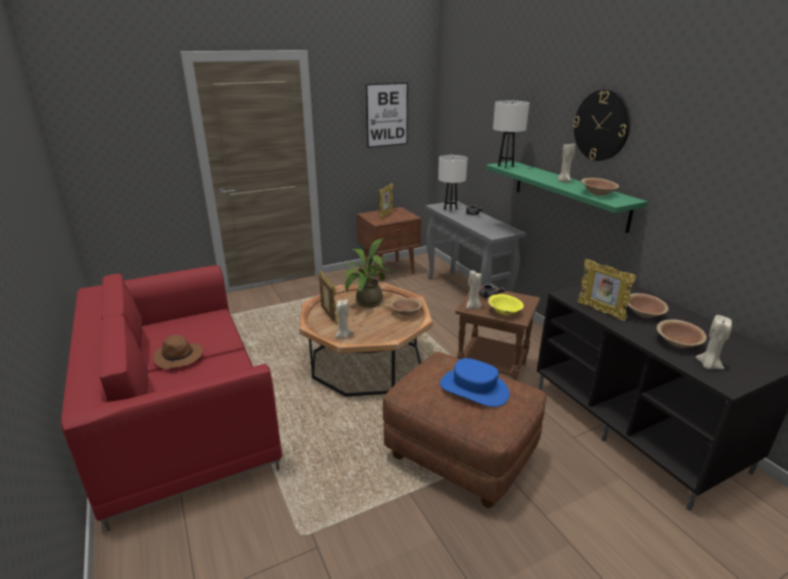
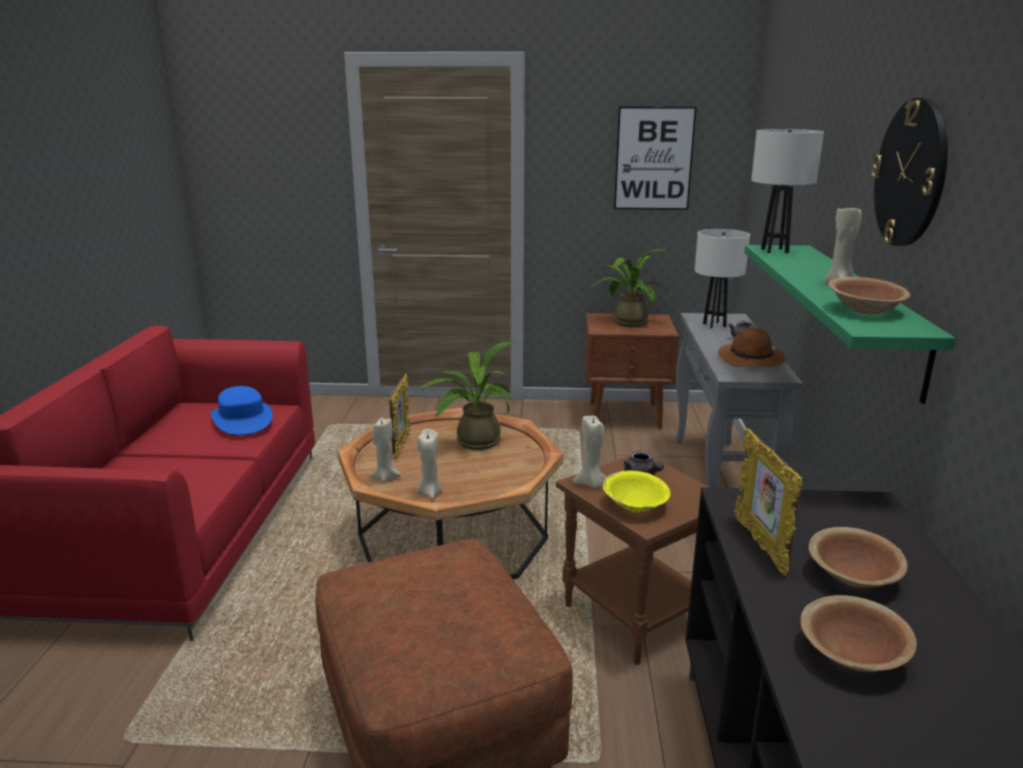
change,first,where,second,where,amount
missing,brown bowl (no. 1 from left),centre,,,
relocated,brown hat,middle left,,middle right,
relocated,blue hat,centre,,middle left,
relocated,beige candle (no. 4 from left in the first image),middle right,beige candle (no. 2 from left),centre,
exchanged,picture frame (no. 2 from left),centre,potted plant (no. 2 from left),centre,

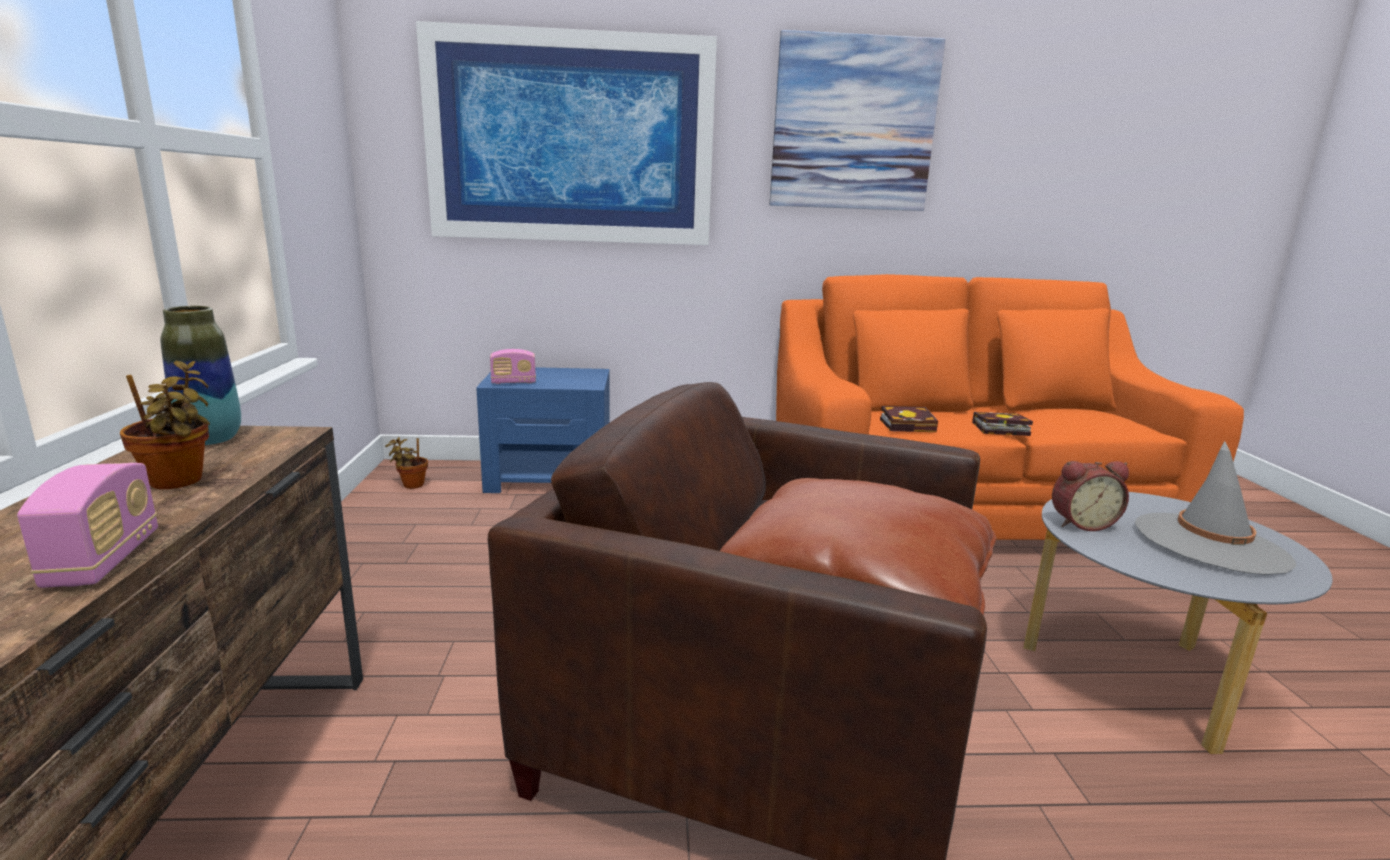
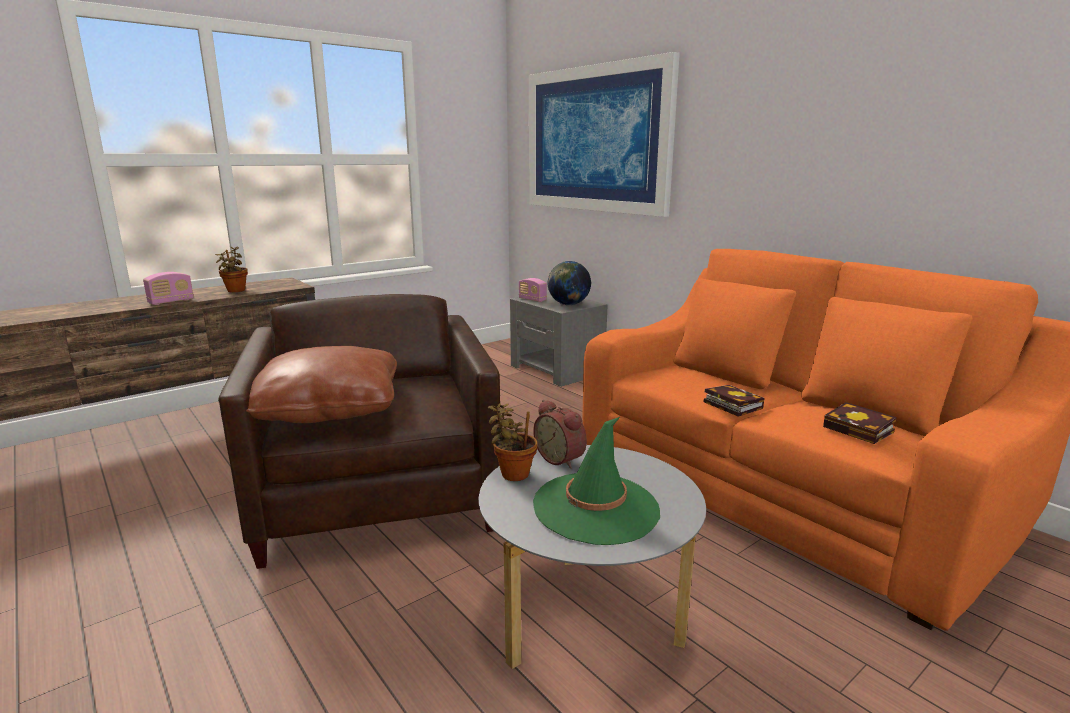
change,first,where,second,where,amount
missing,vase,middle left,,,
missing,picture (no. 2 from left),top centre,,,
appeared,,,globe,centre,
relocated,potted plant (no. 2 from left),middle left,,centre,
relocated,book (no. 1 from left in the first image),centre,book (no. 2 from left),middle right,
colour,blue nightstand,centre,grey nightstand,centre,
colour,grey hat,middle right,green hat,bottom centre,

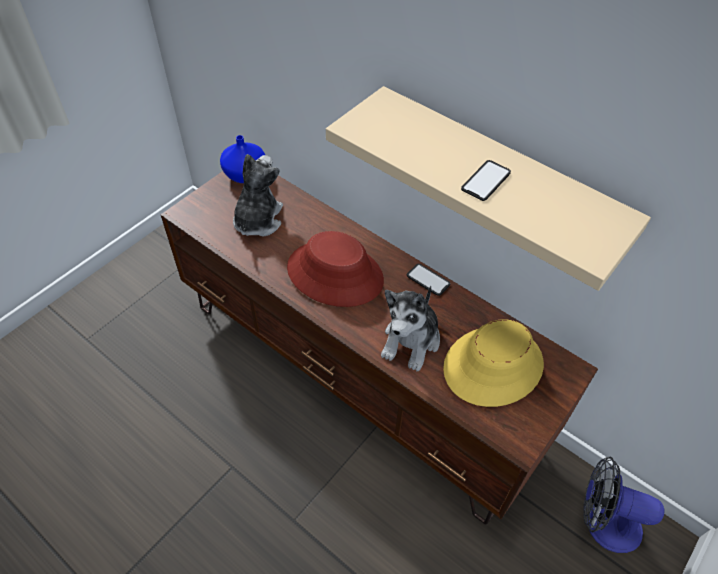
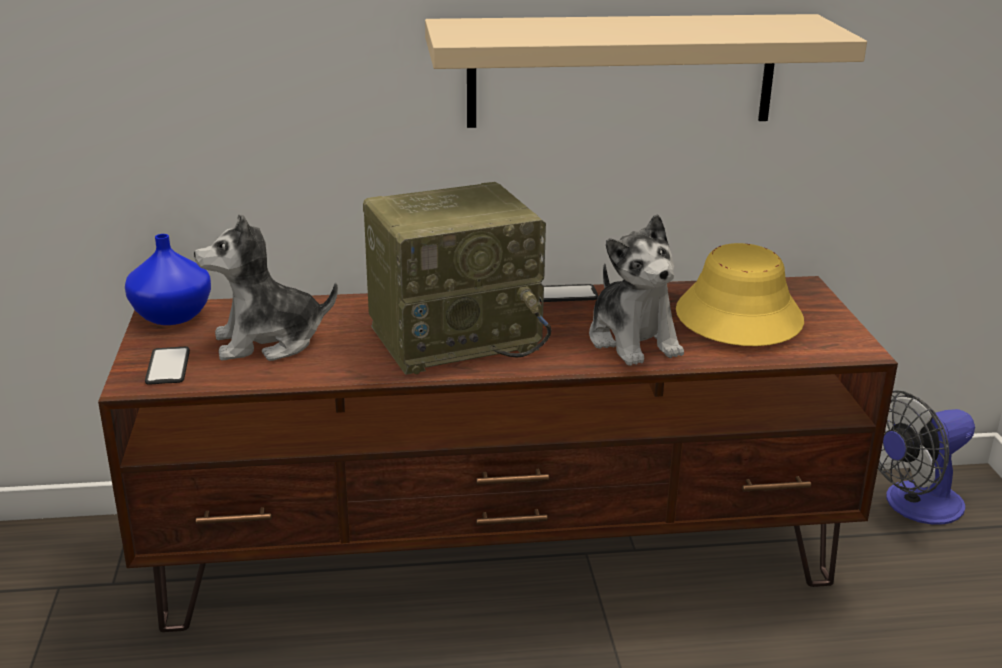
change,first,where,second,where,amount
relocated,phone (no. 2 from left in the first image),top right,phone (no. 1 from left),middle left,
exchanged,red hat,centre,radio,centre,
spun,plush toy (no. 1 from left),centre,,middle left,75 degrees counterclockwise

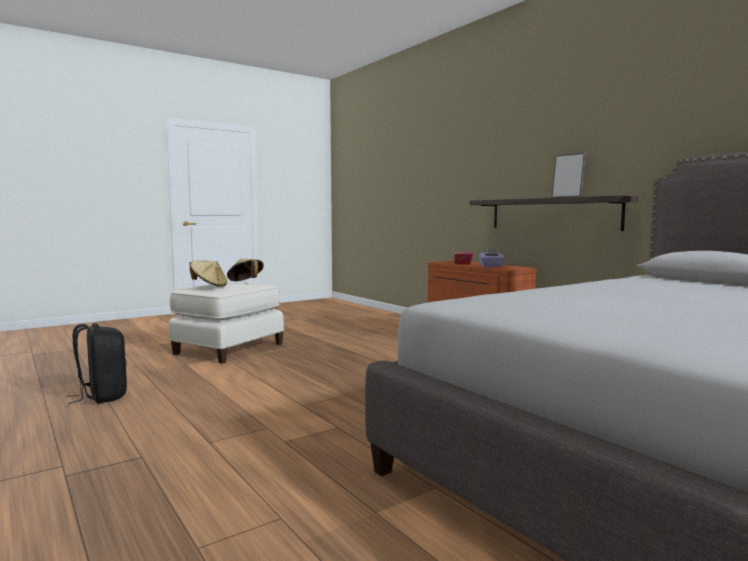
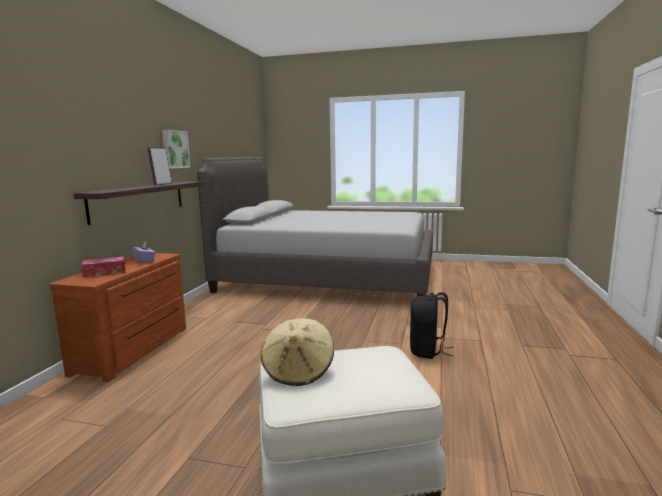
change,first,where,second,where,amount
missing,beige hat (no. 1 from left),middle left,,,
appeared,,,picture,top left,
relocated,black backpack,middle left,,centre,

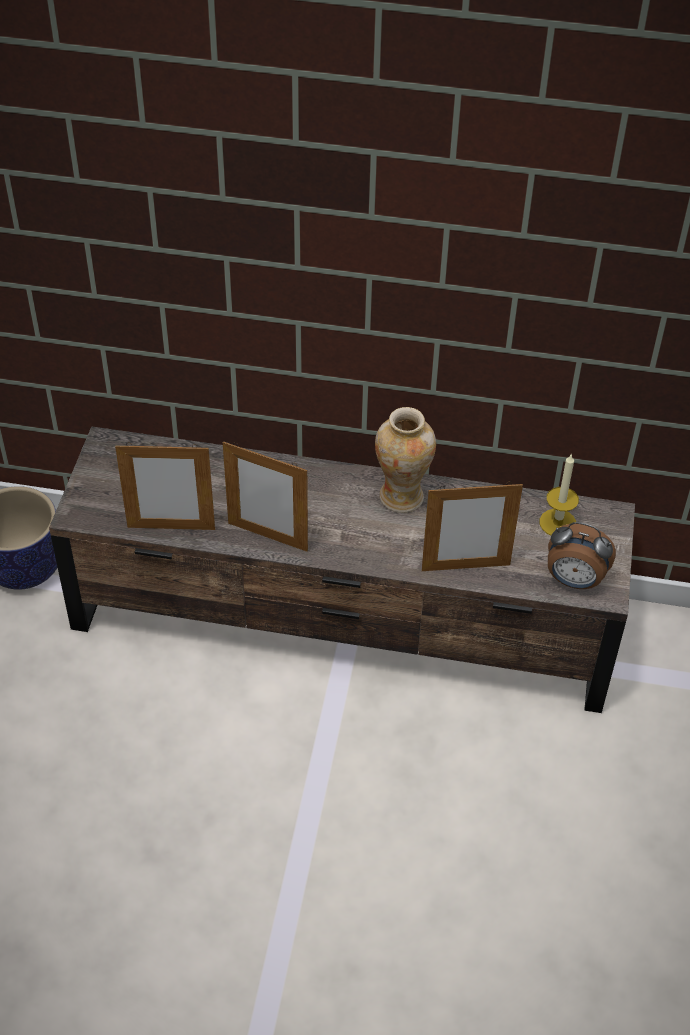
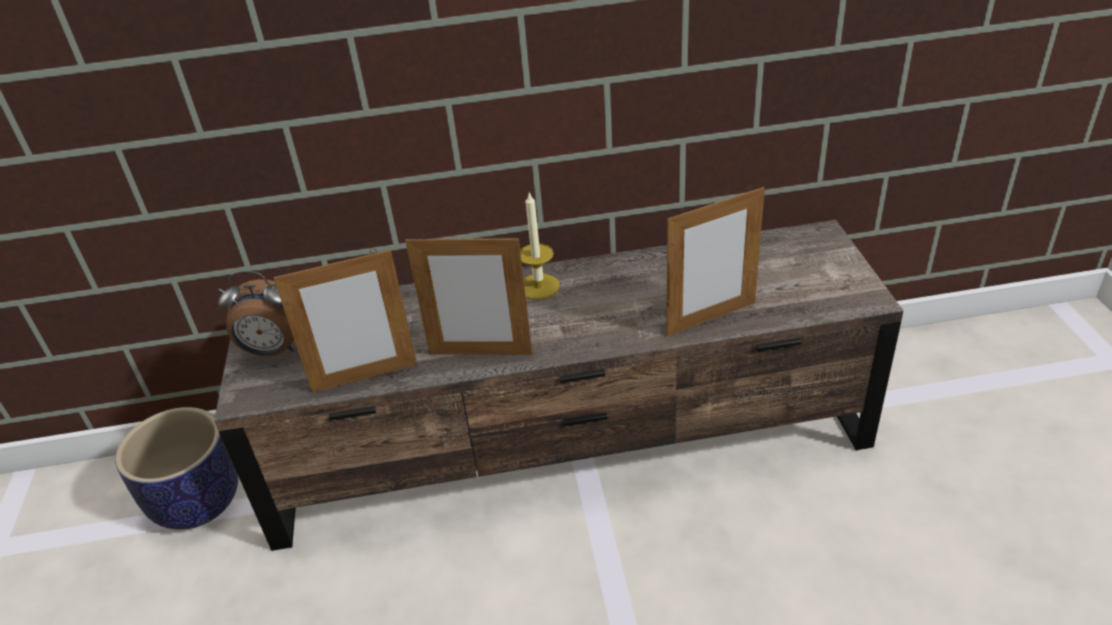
change,first,where,second,where,amount
missing,vase,centre,,,
relocated,candle,middle right,,centre,
relocated,alarm clock,middle right,,middle left,

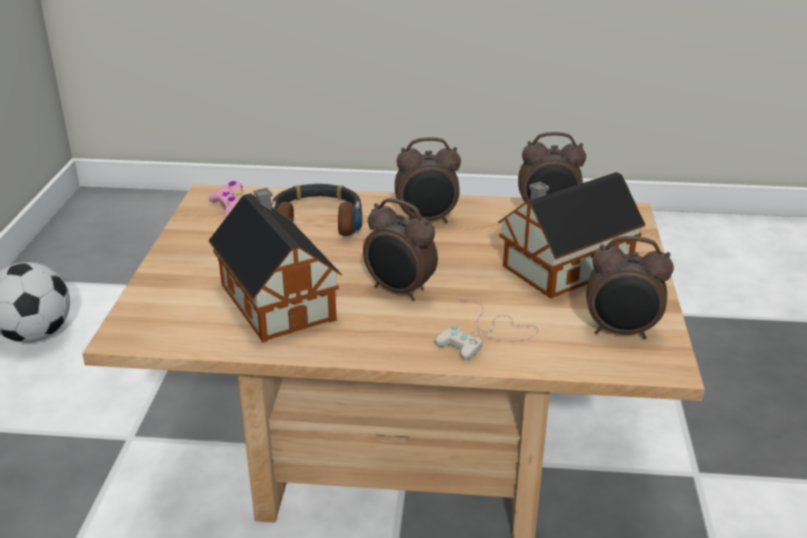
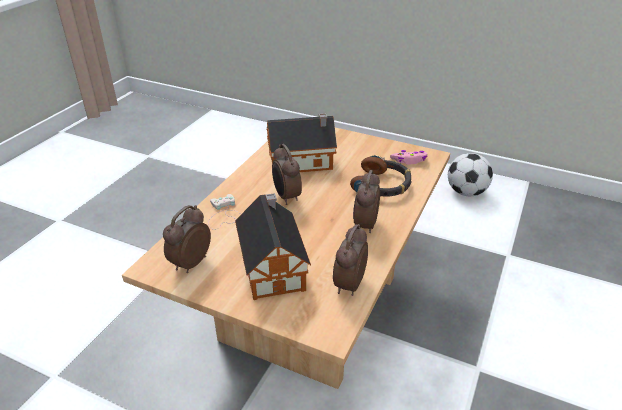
change,first,where,second,where,amount
spun,alarm clock (no. 1 from left in the first image),centre,alarm clock (no. 2 from left),centre,75 degrees counterclockwise

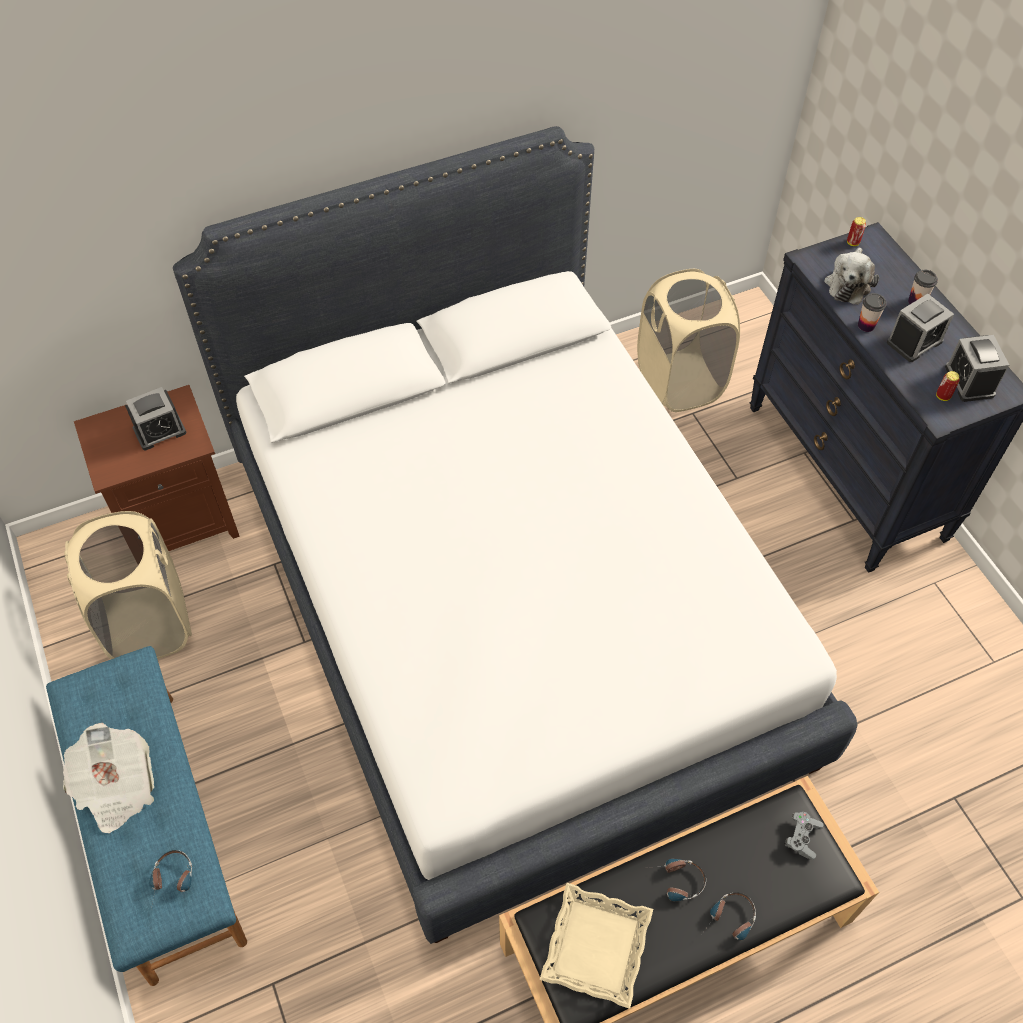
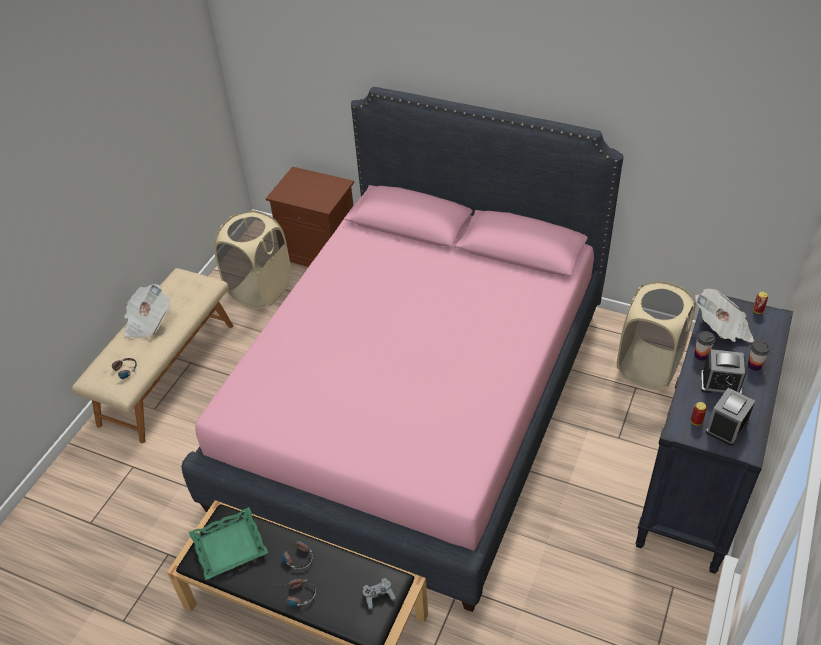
change,first,where,second,where,amount
missing,alarm clock (no. 1 from left),middle left,,,
exchanged,plush toy,top right,newspaper (no. 2 from left),middle right,
colour,blue bench,bottom left,beige bench,middle left,
colour,white bed,centre,pink bed,centre,
colour,beige tray,bottom centre,green tray,bottom left,

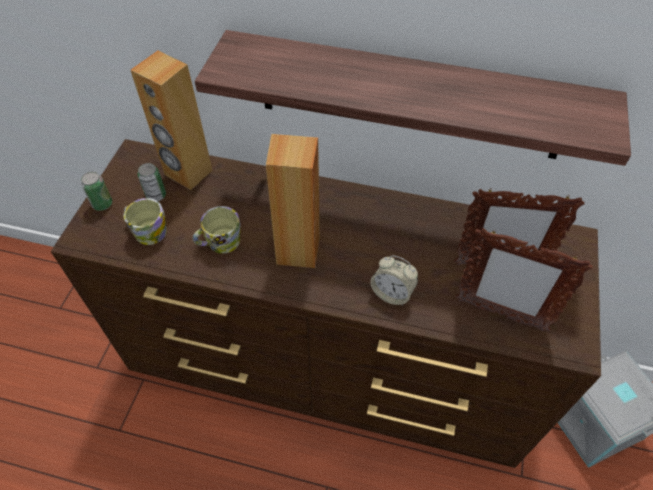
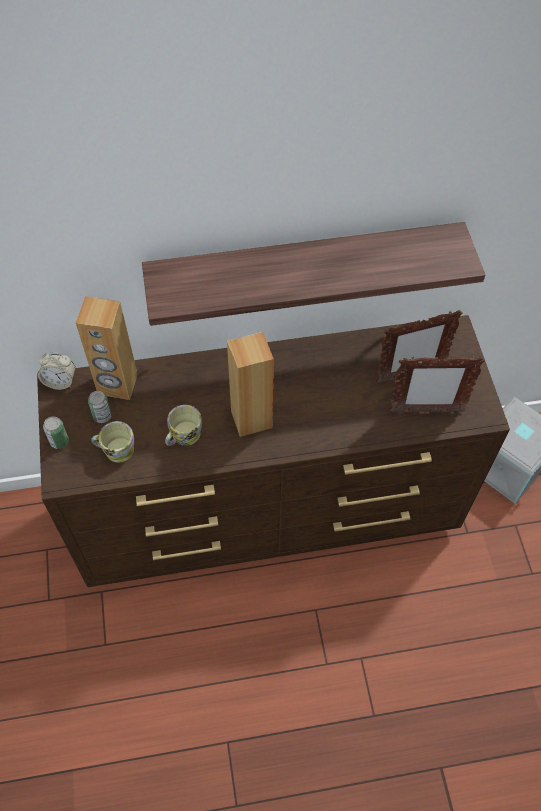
change,first,where,second,where,amount
relocated,alarm clock,centre,,middle left,

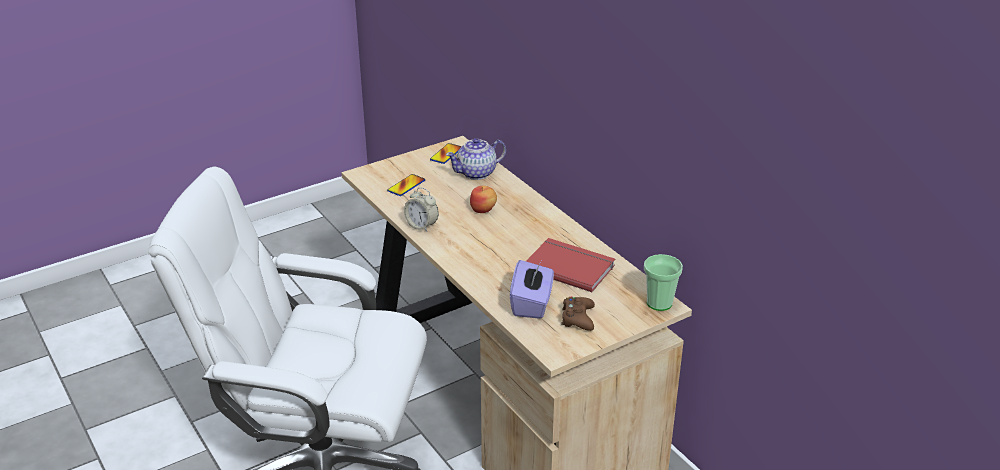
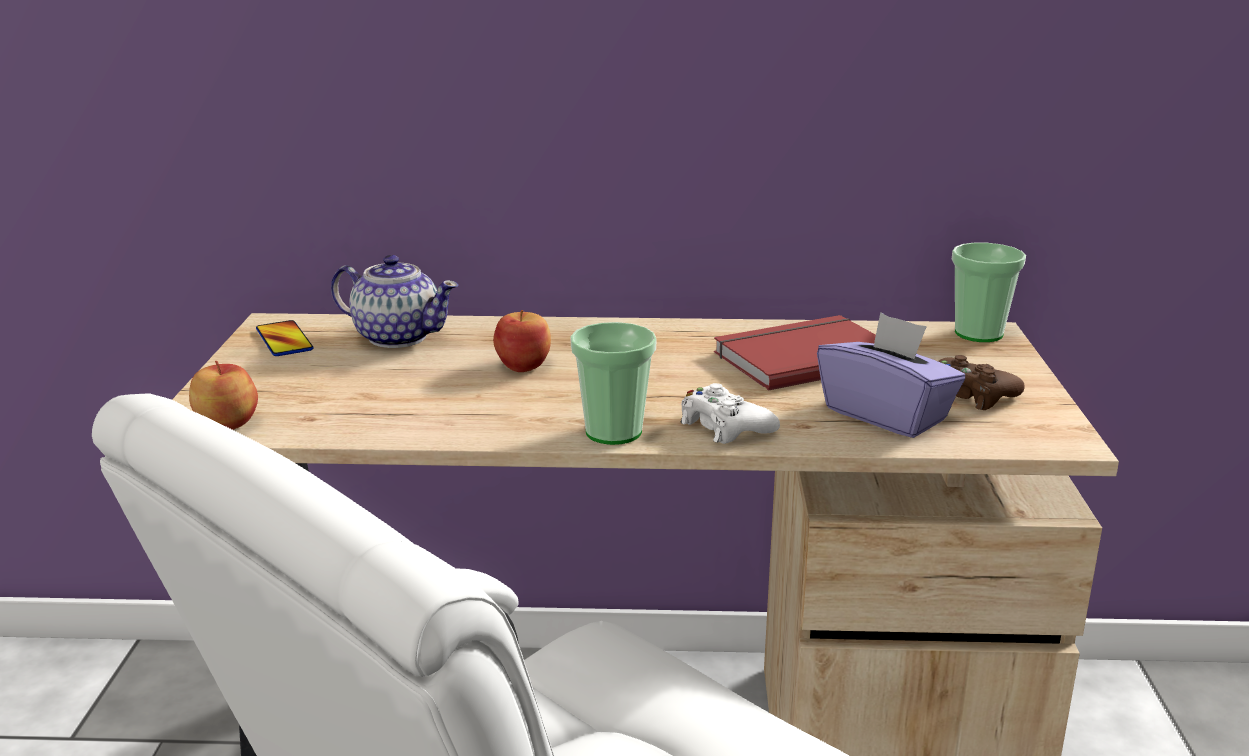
change,first,where,second,where,amount
missing,phone (no. 1 from left),centre,,,
missing,alarm clock,centre,,,
appeared,,,apple (no. 1 from left),middle left,
appeared,,,cup (no. 1 from left),centre,
appeared,,,white game controller,centre,
spun,teapot,centre,,middle left,75 degrees counterclockwise

